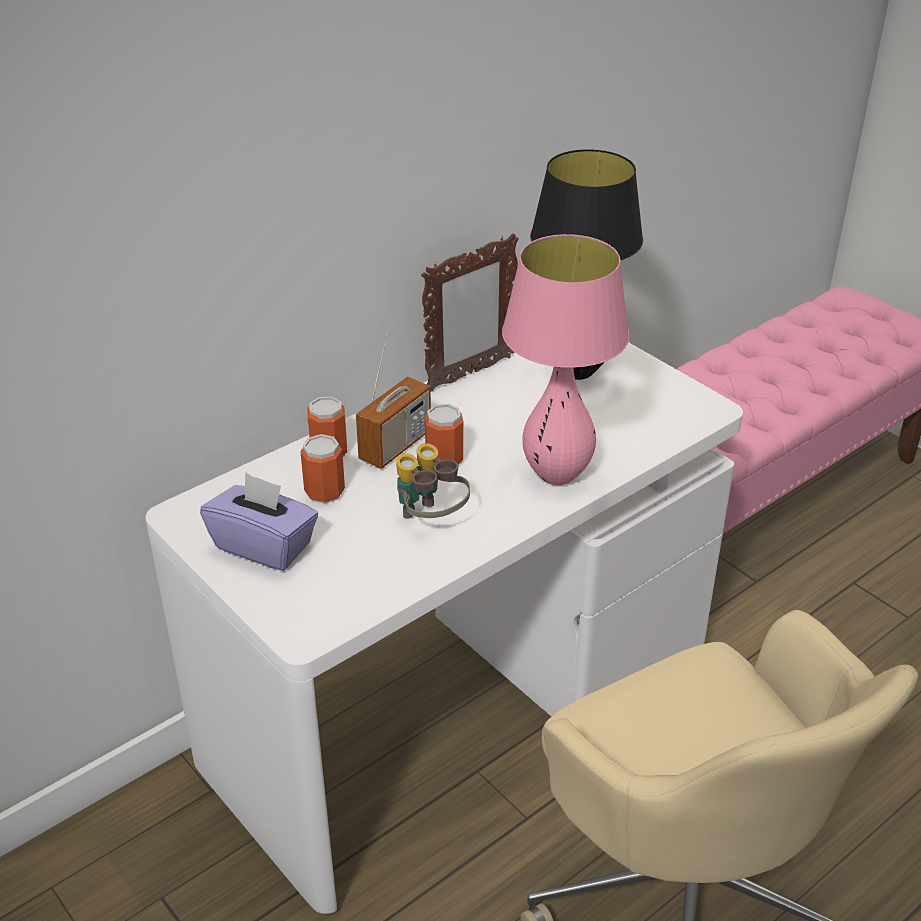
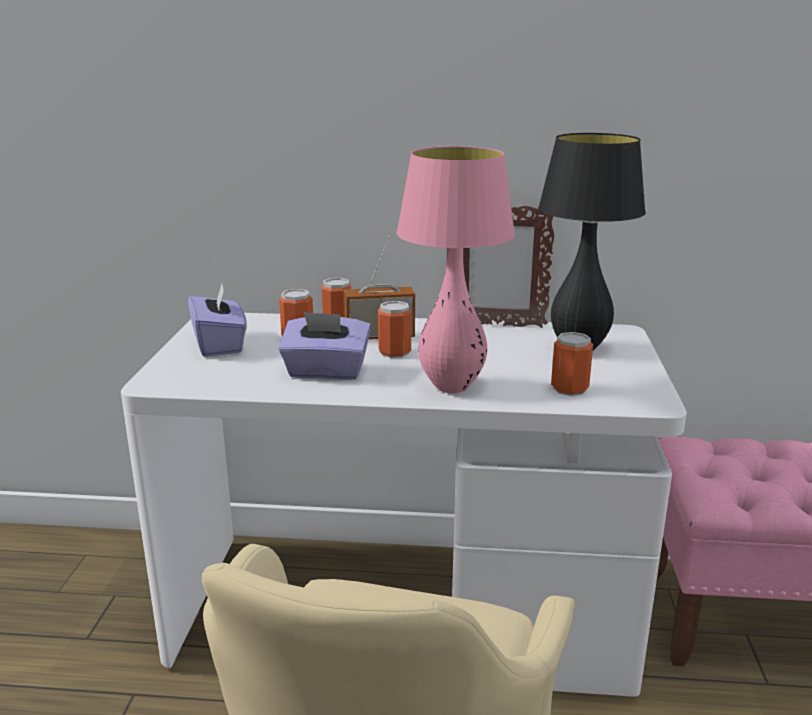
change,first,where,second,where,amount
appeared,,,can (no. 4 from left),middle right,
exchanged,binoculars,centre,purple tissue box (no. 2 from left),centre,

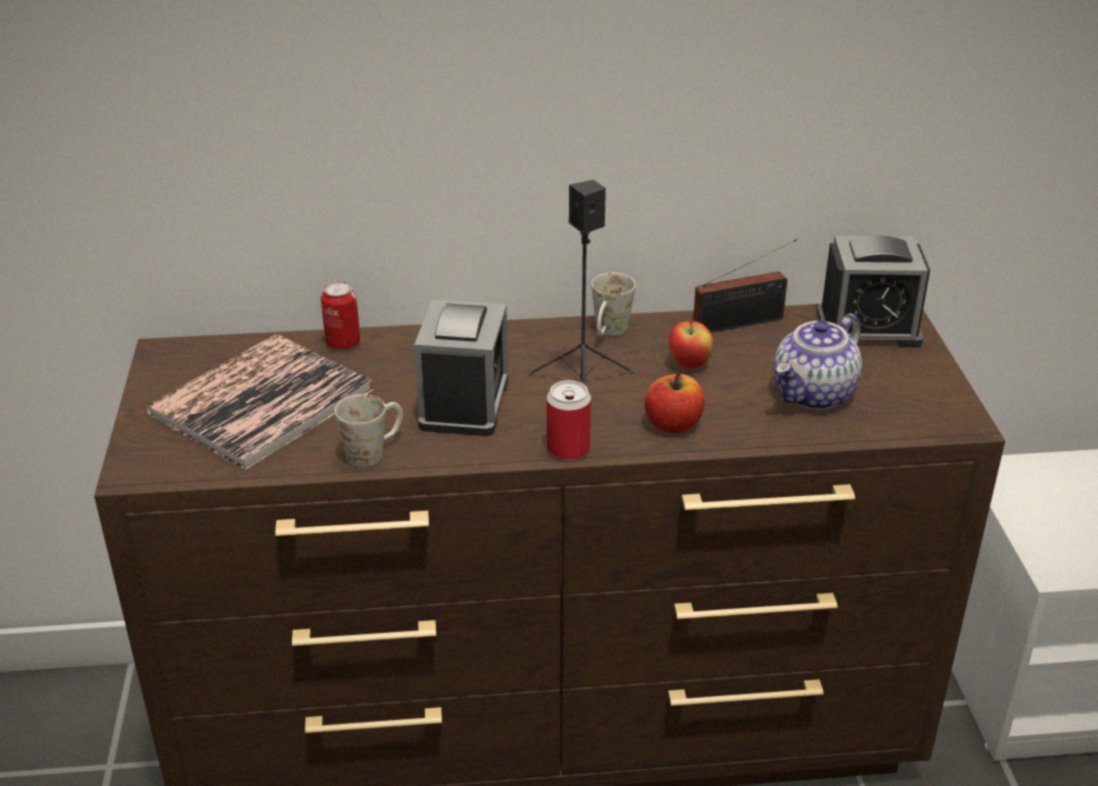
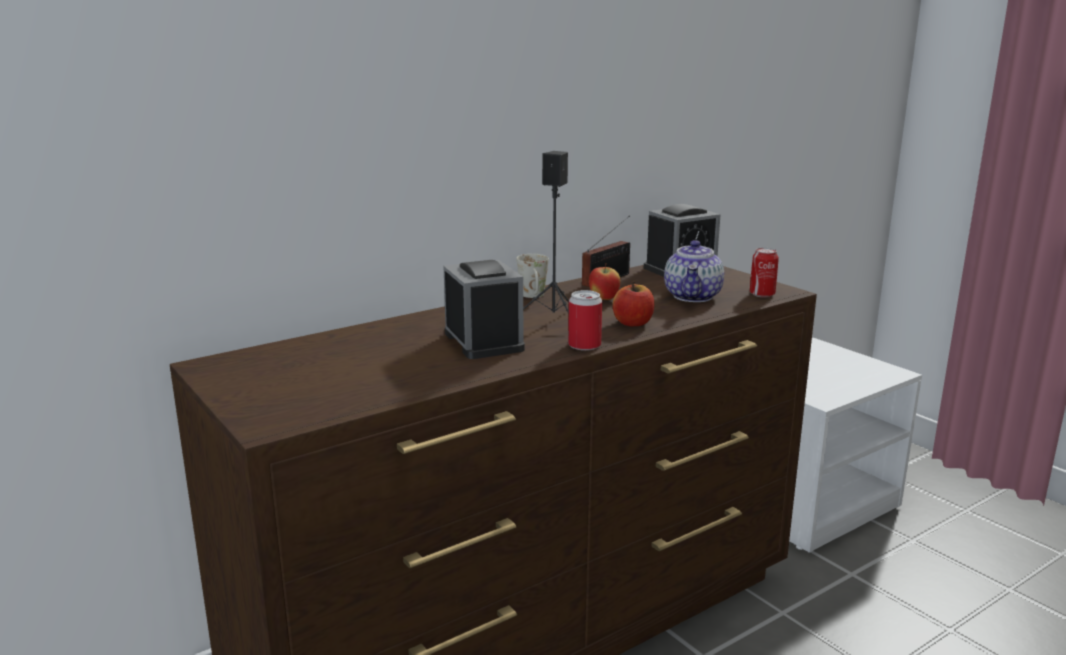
change,first,where,second,where,amount
missing,book,middle left,,,
missing,white mug (no. 1 from left),centre,,,
relocated,can (no. 1 from left in the first image),middle left,can (no. 2 from left),middle right,

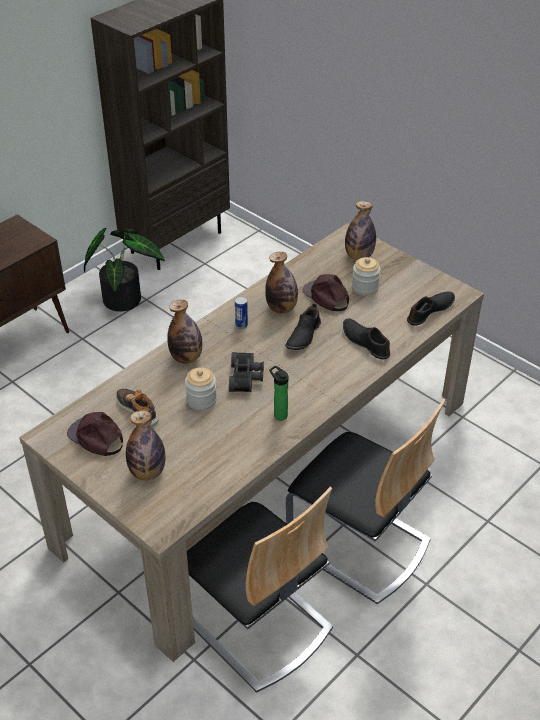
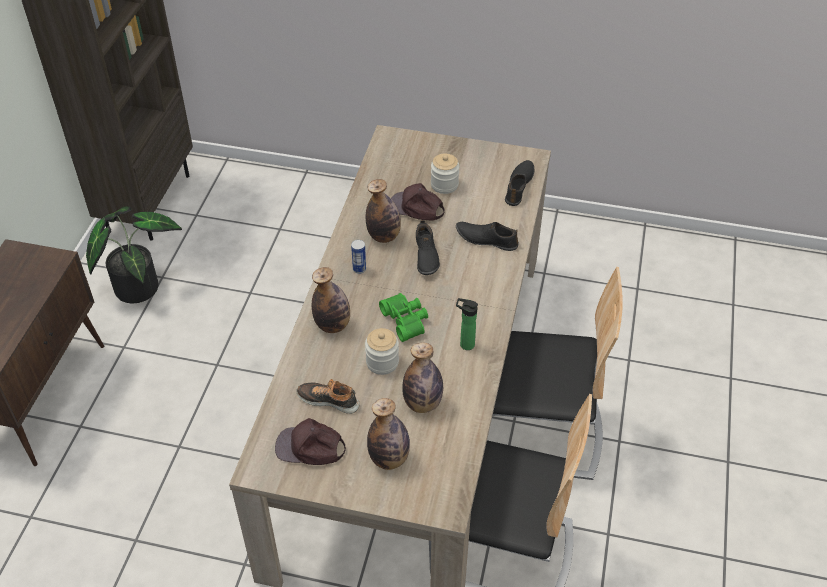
change,first,where,second,where,amount
relocated,bottle (no. 5 from left in the first image),top right,bottle (no. 4 from left),centre,
colour,black binoculars,centre,green binoculars,centre,

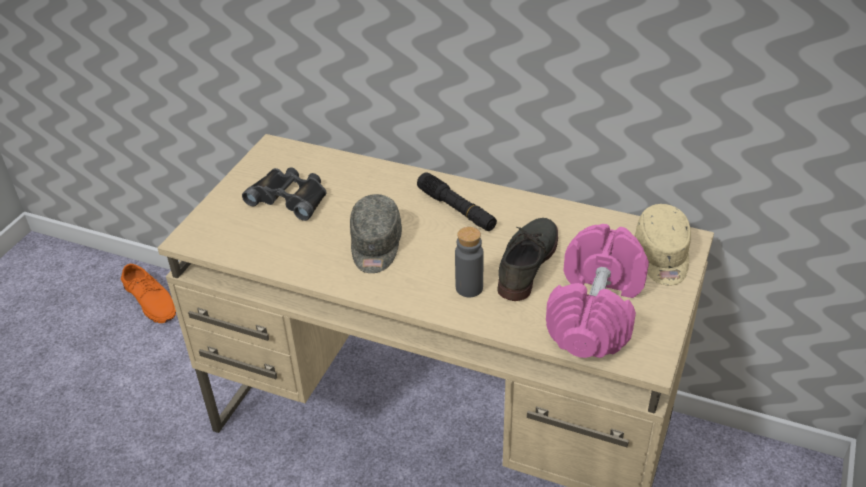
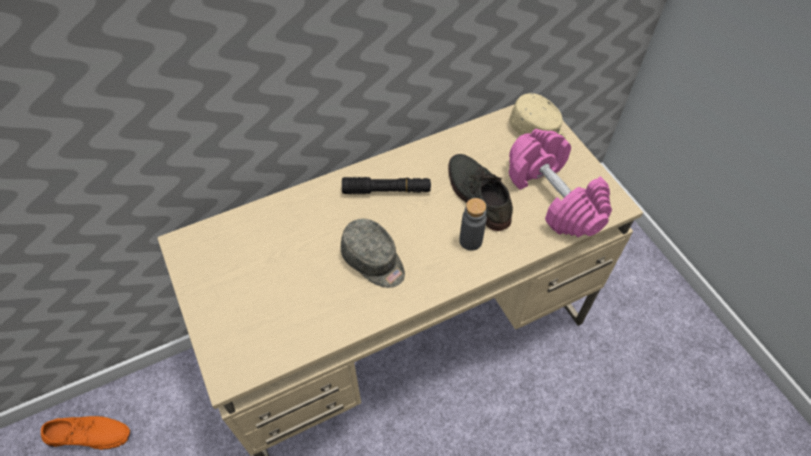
change,first,where,second,where,amount
missing,black binoculars,middle left,,,

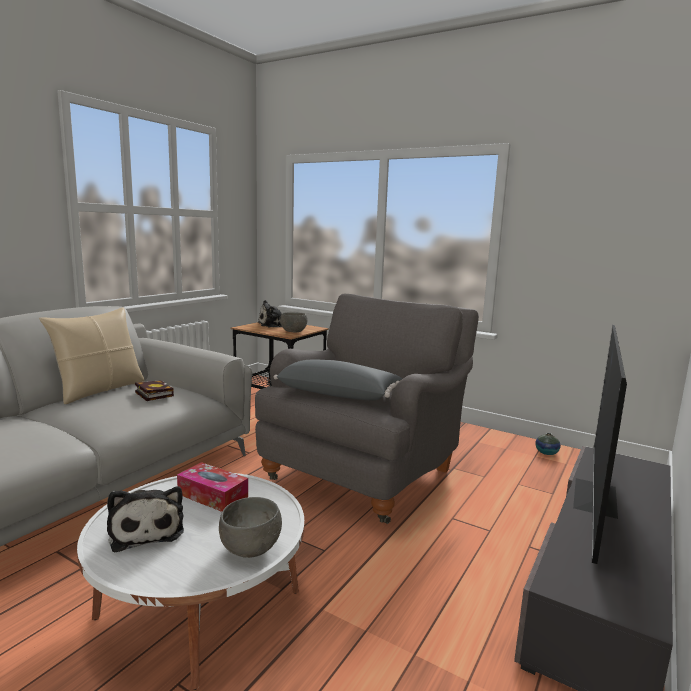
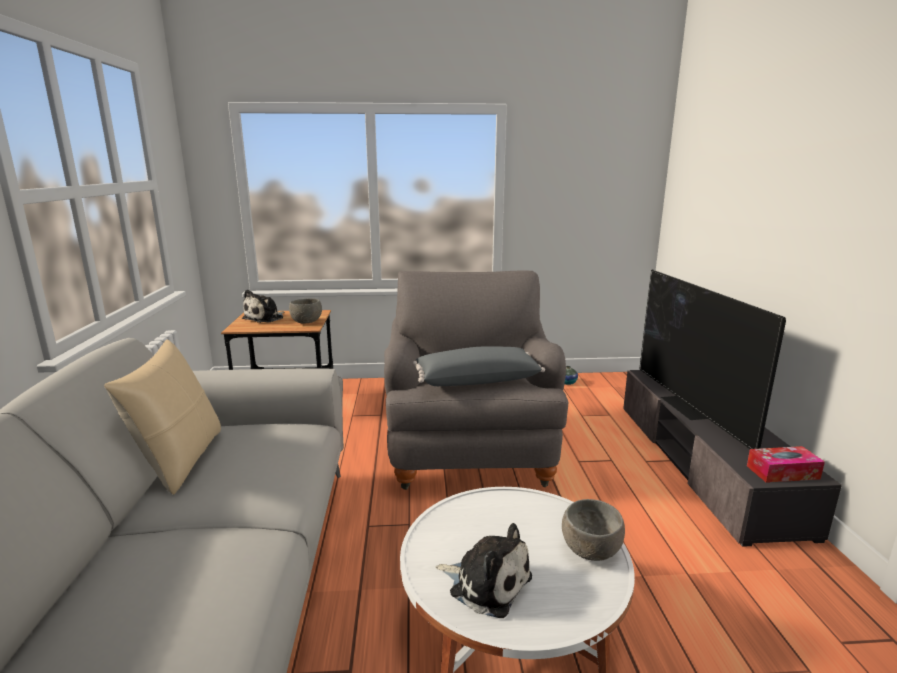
change,first,where,second,where,amount
missing,book,middle left,,,
relocated,tissue box,bottom left,,bottom right,

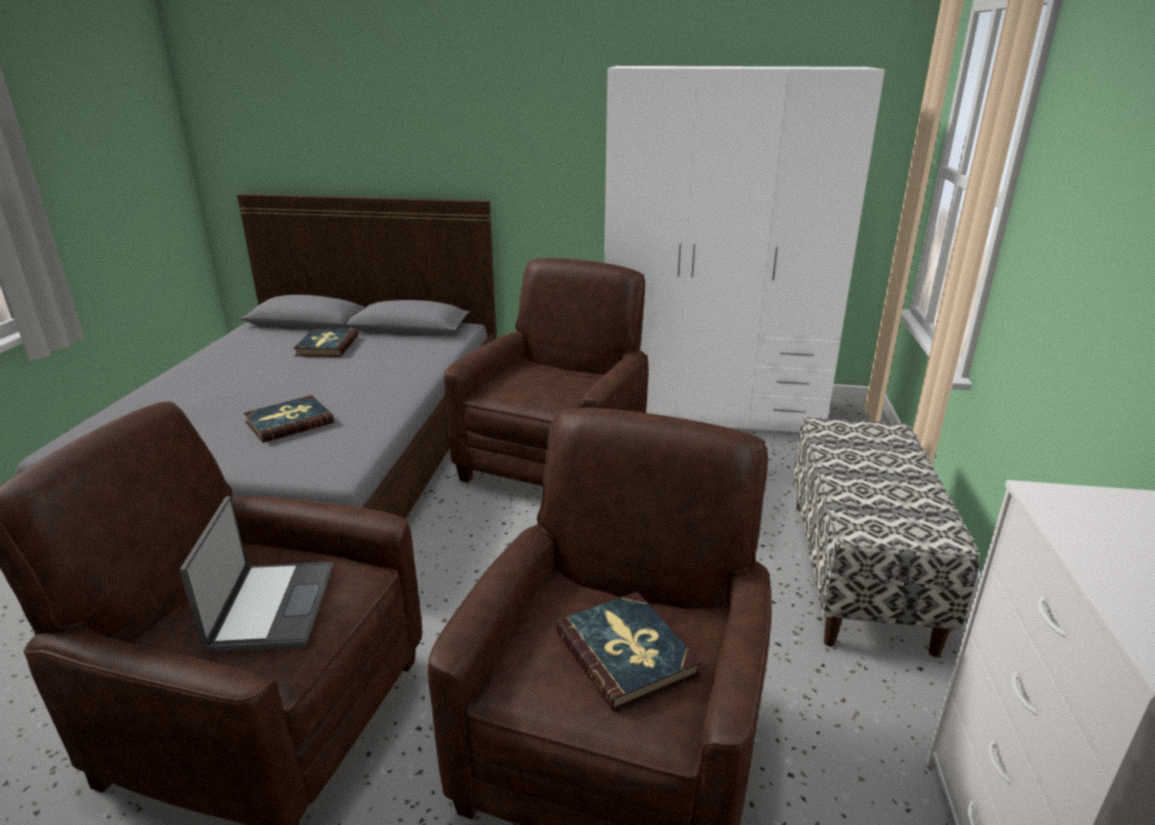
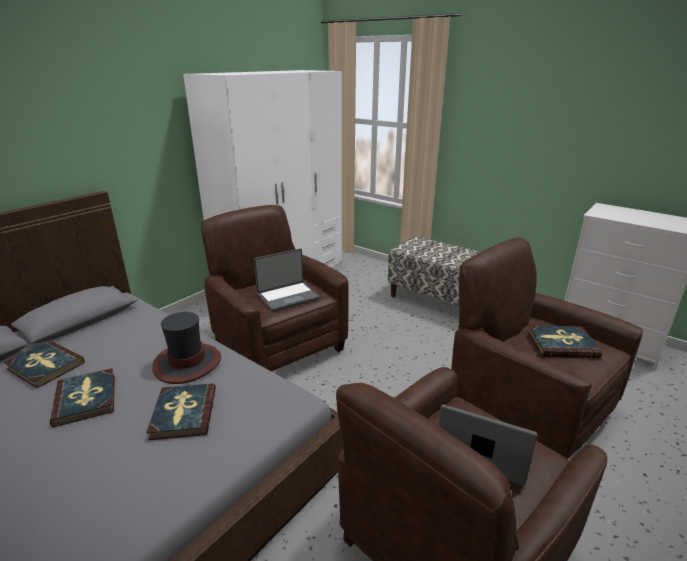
change,first,where,second,where,amount
appeared,,,book (no. 2 from left),bottom left,
appeared,,,hat,middle left,
appeared,,,laptop (no. 1 from left),centre,

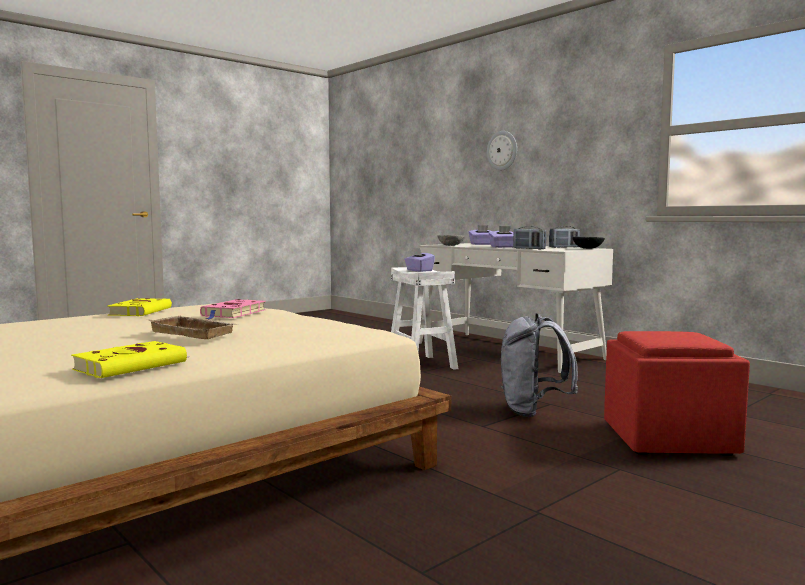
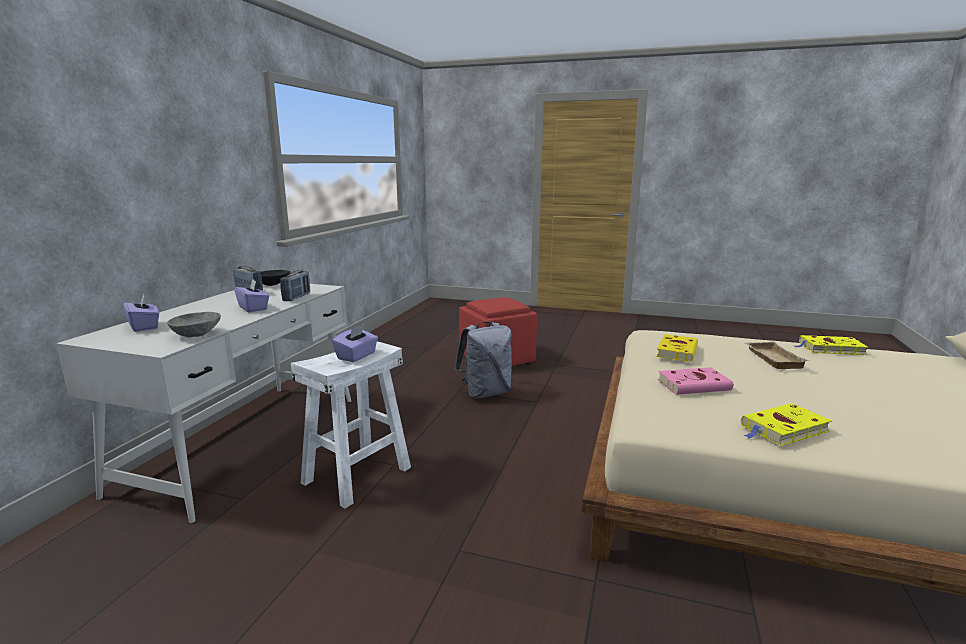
change,first,where,second,where,amount
missing,wall clock,top centre,,,
appeared,,,yellow book (no. 1 from left),middle right,

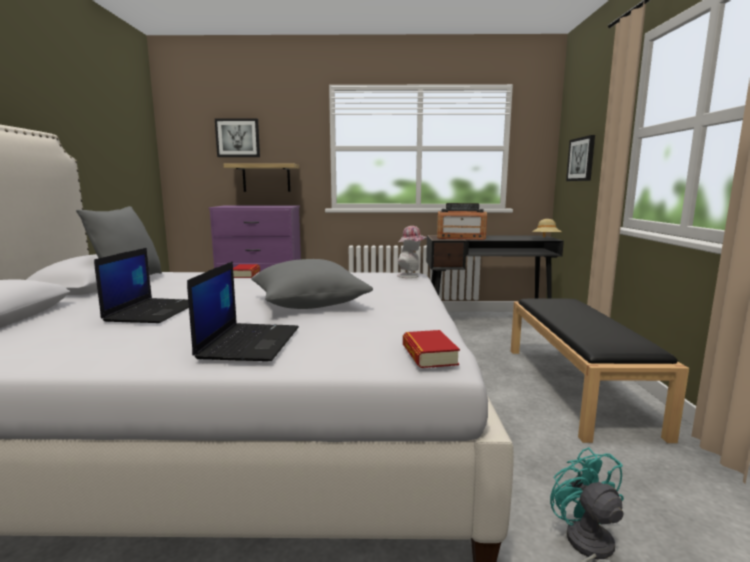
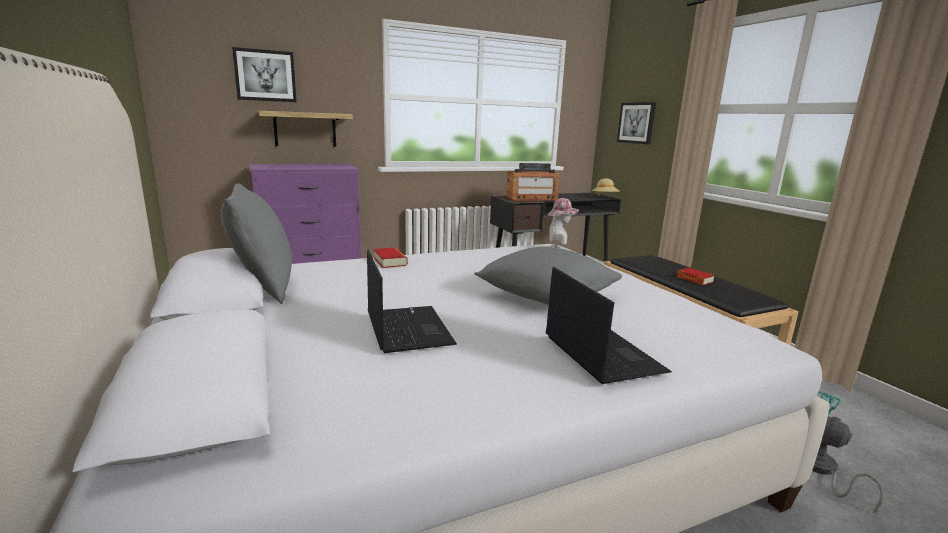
change,first,where,second,where,amount
relocated,book (no. 2 from left),centre,,middle right,

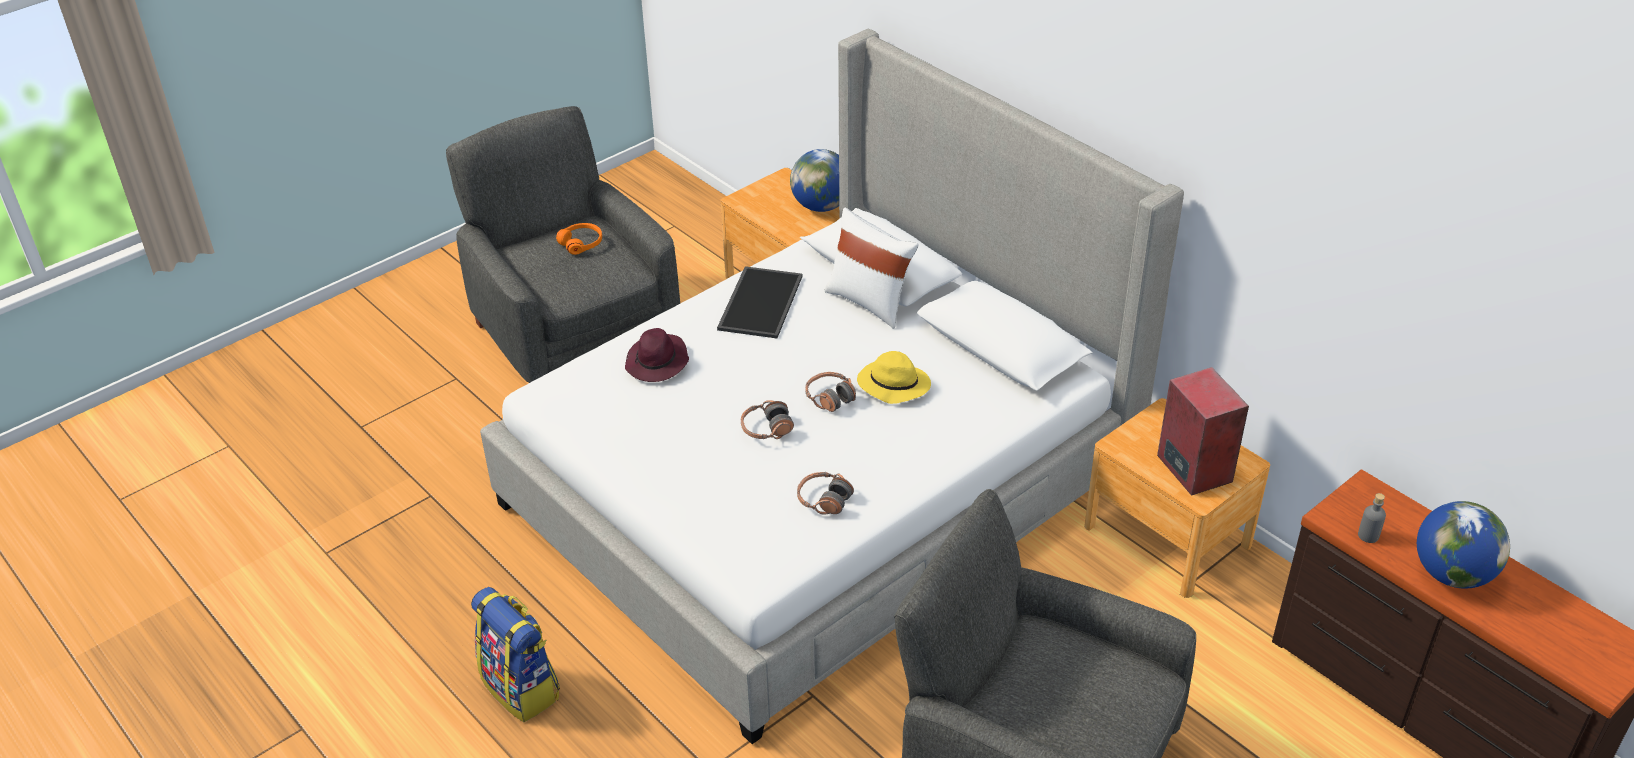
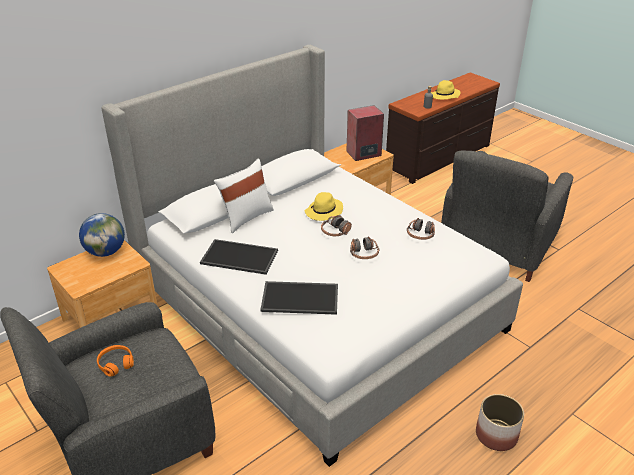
change,first,where,second,where,amount
exchanged,backpack,bottom left,planter,bottom right,
exchanged,purple hat,centre,tray (no. 2 from left),centre,
exchanged,globe (no. 2 from left),bottom right,yellow hat (no. 2 from left),top right,

